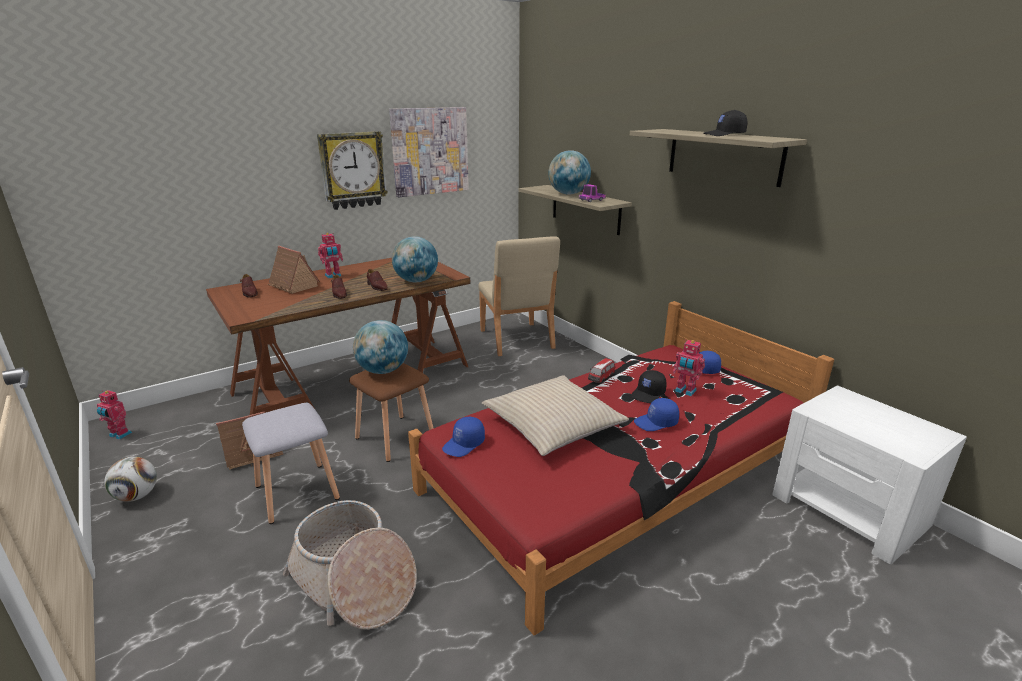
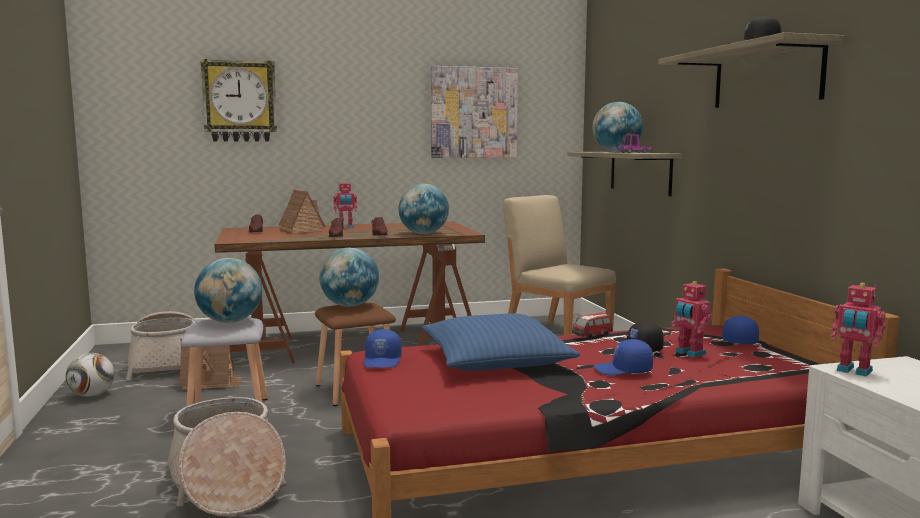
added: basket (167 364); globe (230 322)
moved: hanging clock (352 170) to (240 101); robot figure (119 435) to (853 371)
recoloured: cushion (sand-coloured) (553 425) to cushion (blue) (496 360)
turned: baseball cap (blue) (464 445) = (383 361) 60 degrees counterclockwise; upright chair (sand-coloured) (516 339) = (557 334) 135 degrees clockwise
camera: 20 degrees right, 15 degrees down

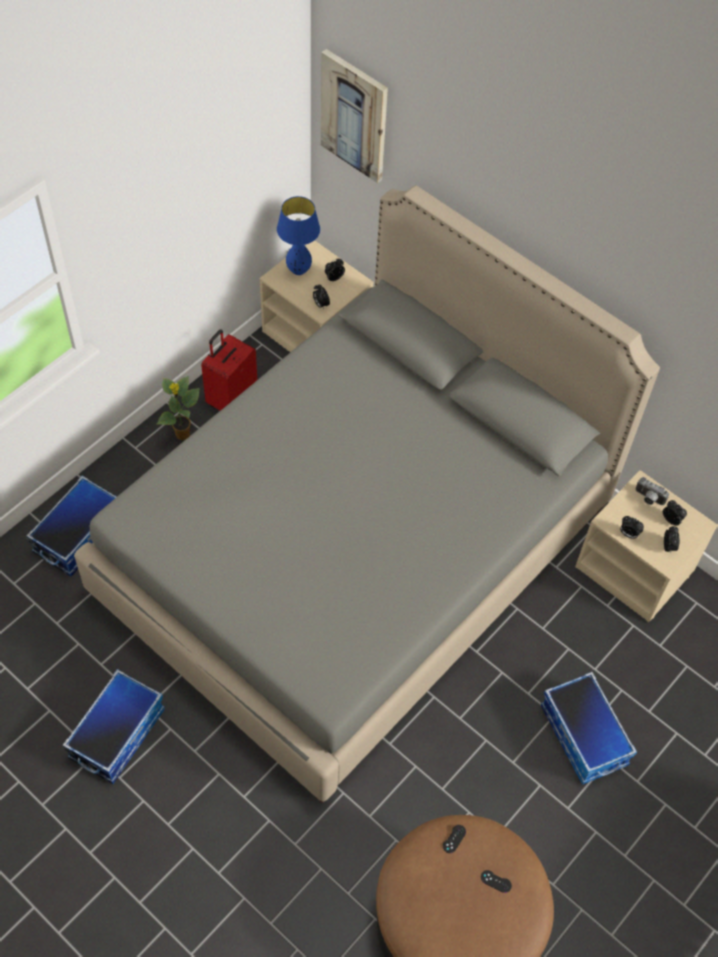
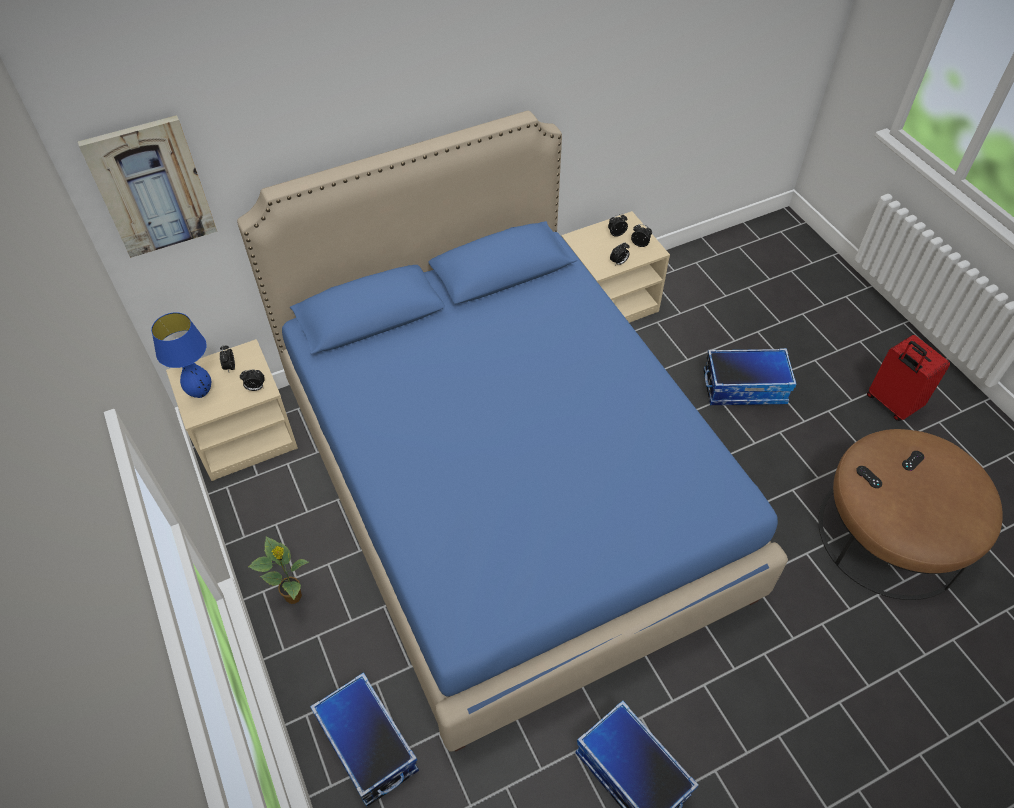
removed: photo camera (648 498)
moved: travel case (reddish) (231 399) to (891 403)
recoloured: sleeping bed (grey) (355 551) to sleeping bed (blue) (506 487)
camera: 65 degrees left, 5 degrees down

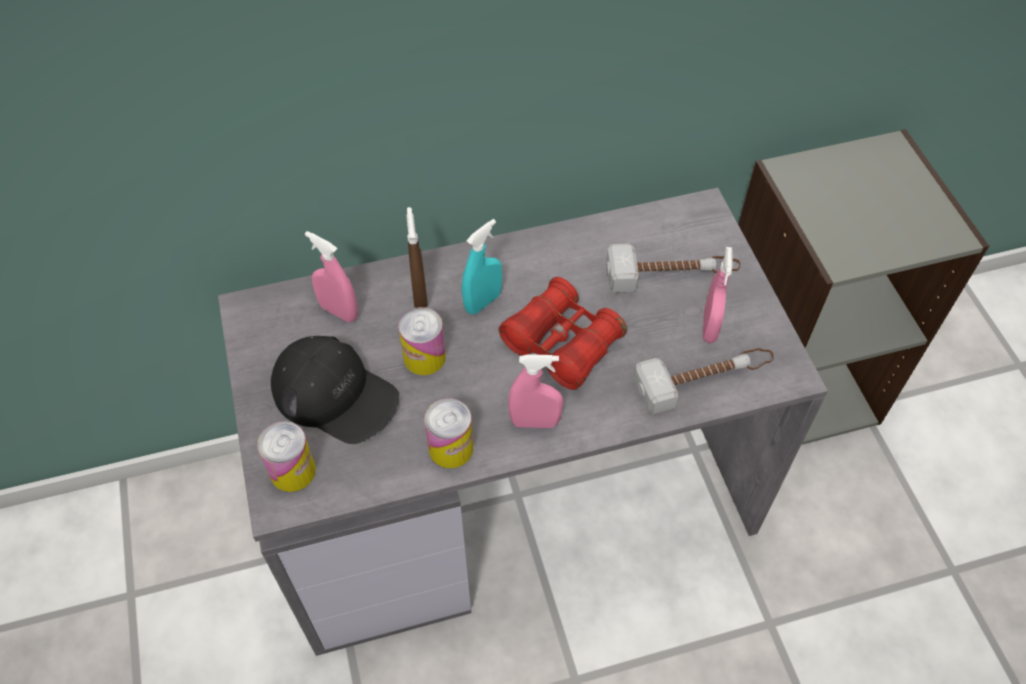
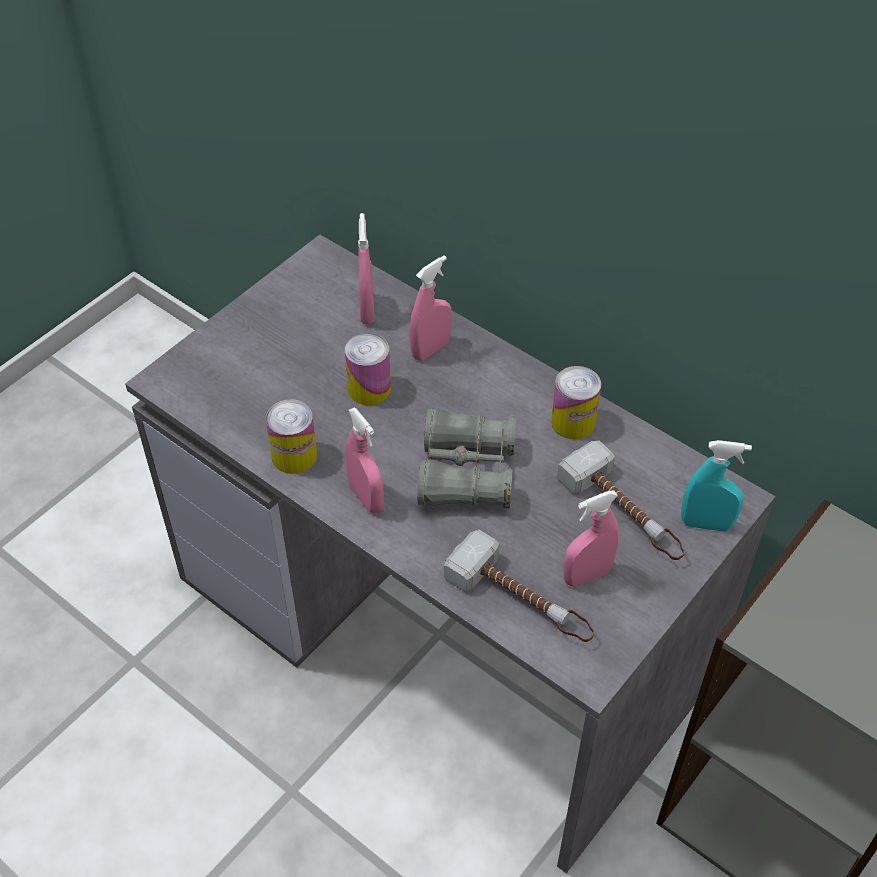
removed: baseball cap (blackish) (335 394)
moved: sealed can (293 471) to (573 422); sprayer (turquoise) (483 302) to (706 524)
recoloured: sprayer (brown) (419 294) to sprayer (pink) (430 349); binoculars (reddish) (562 343) to binoculars (grey) (466 472)
camera: 55 degrees right, 5 degrees down

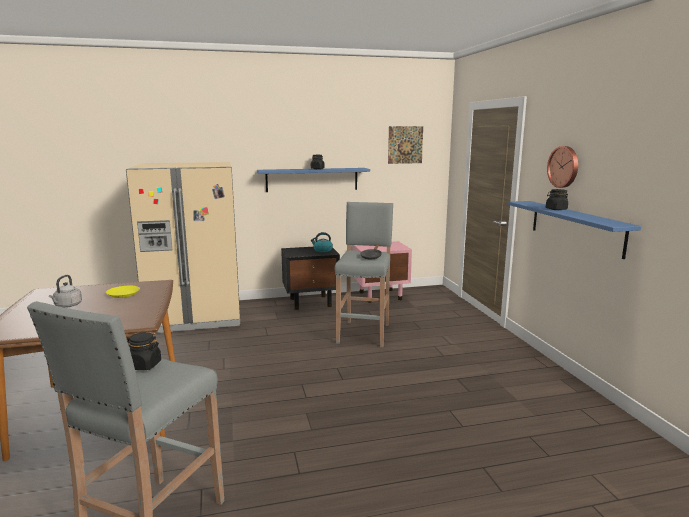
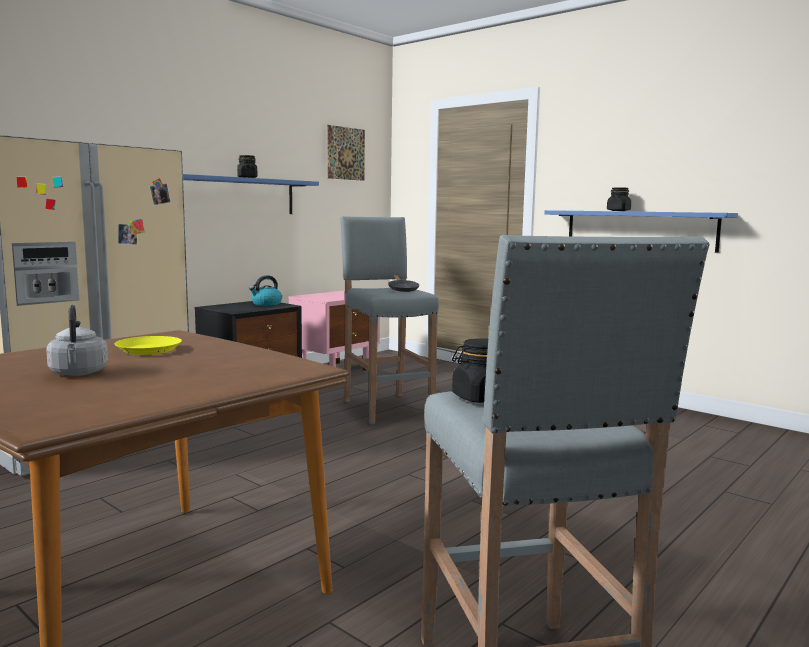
removed: hanging clock (564 167)
camera: 35 degrees left, 5 degrees down

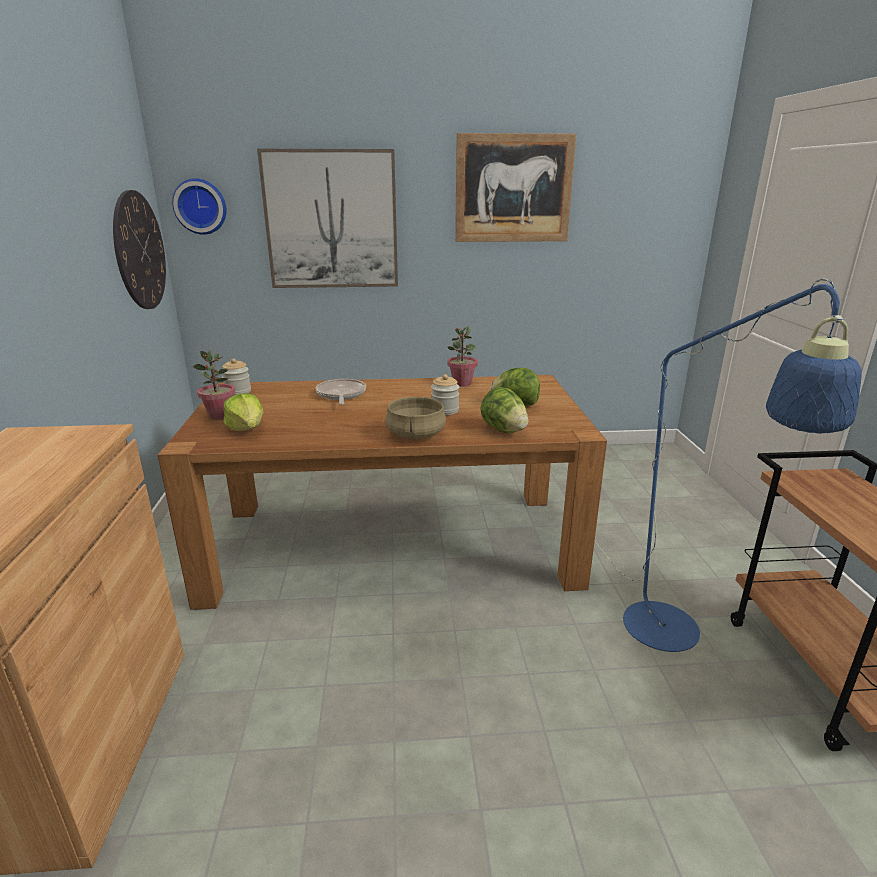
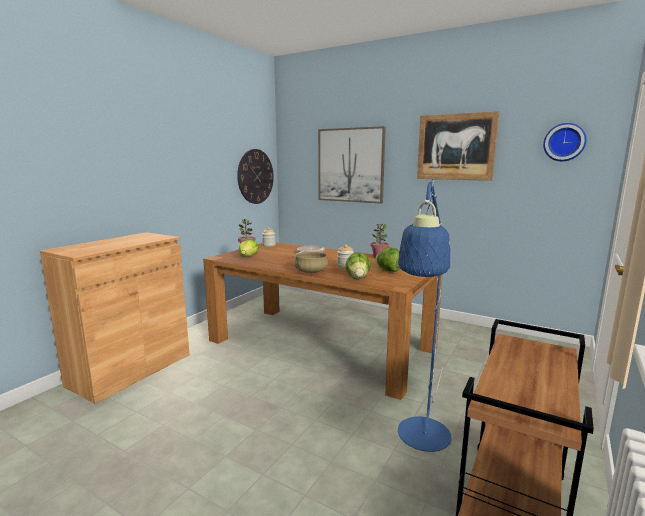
moved: hanging clock (201 206) to (564 142)
camera: 35 degrees right, 10 degrees down

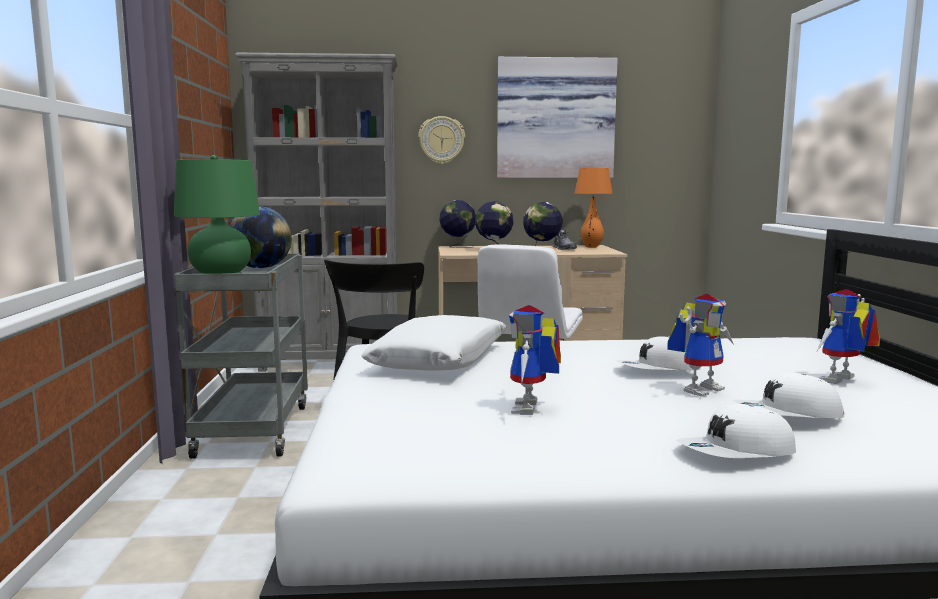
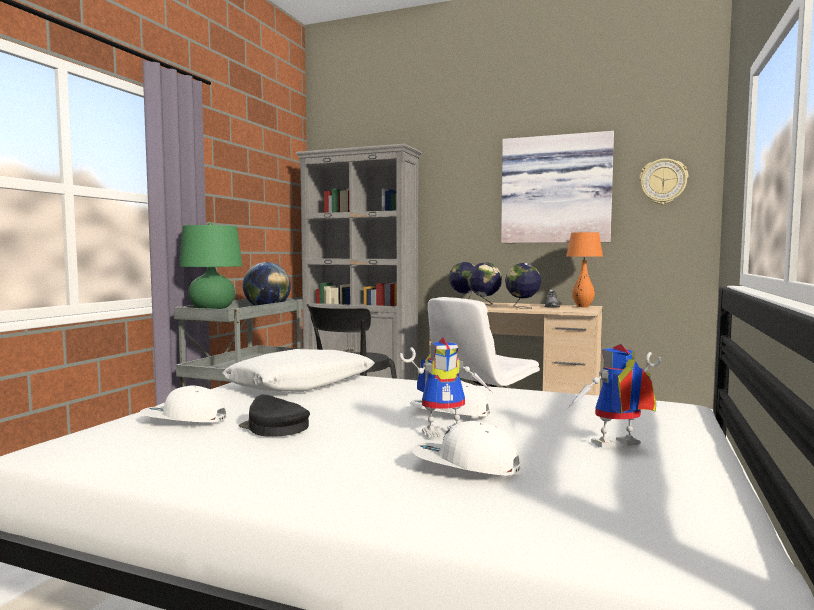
moved: baseball cap (whitish) (736 453) to (184 419); hanging clock (441 140) to (663 181)
replaced: robot figure (532 409) to baseball cap (blackish) (274 427)
camera: 25 degrees right, 5 degrees down

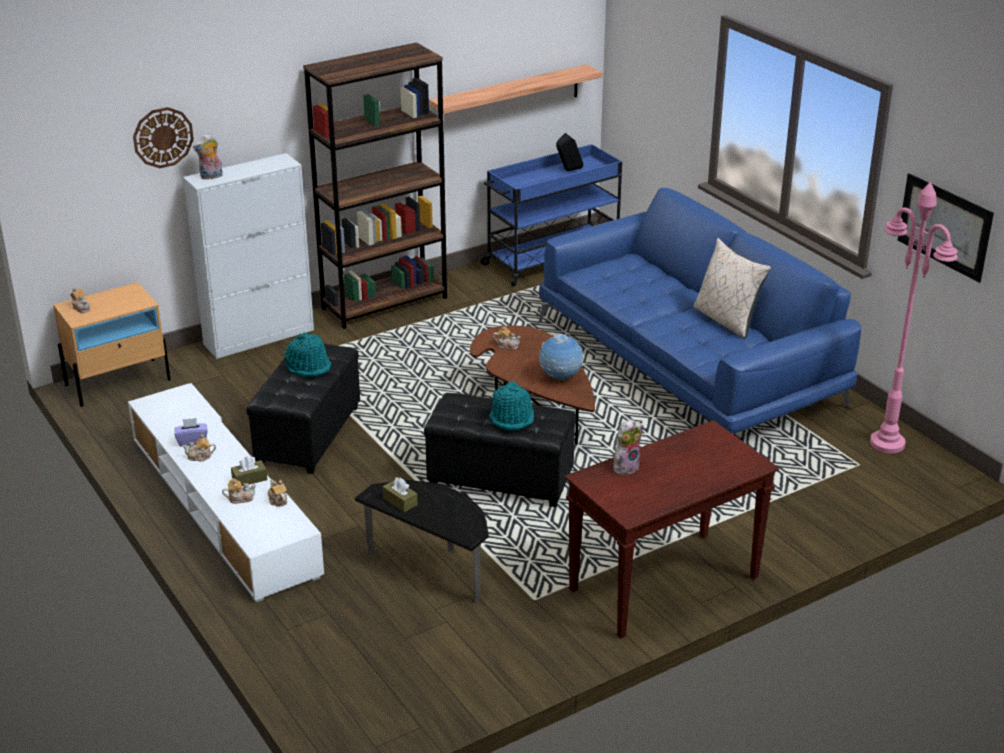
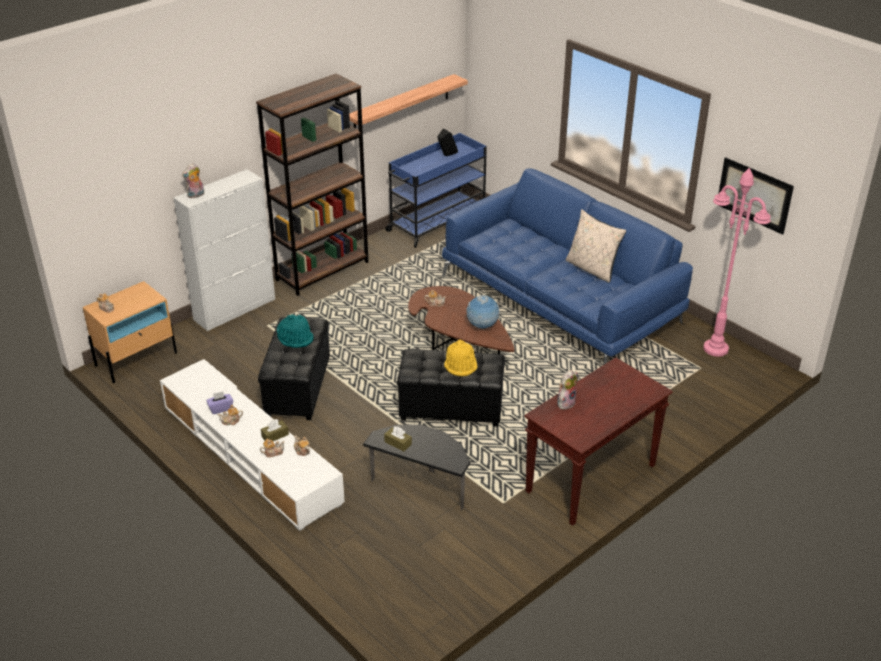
removed: hanging clock (163 137)
recoloured: hat (turquoise) (512 418) to hat (yellow-coloured) (461 365)
camera: 10 degrees left, 5 degrees up

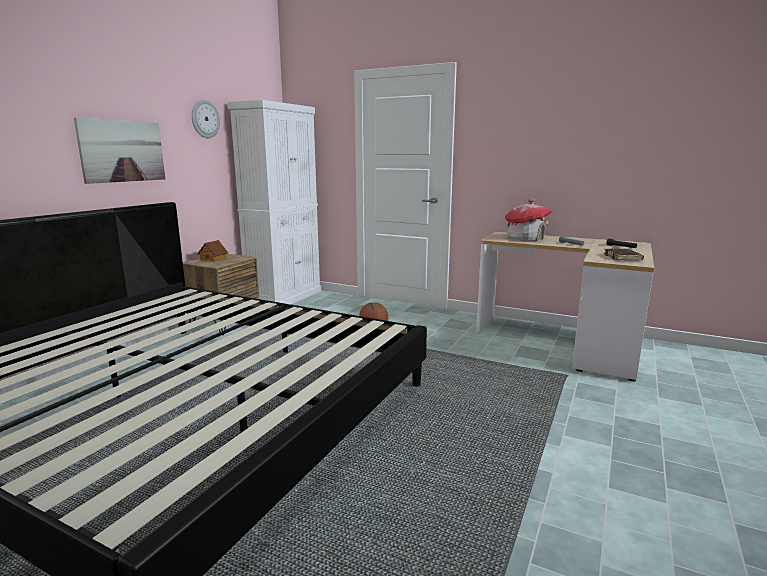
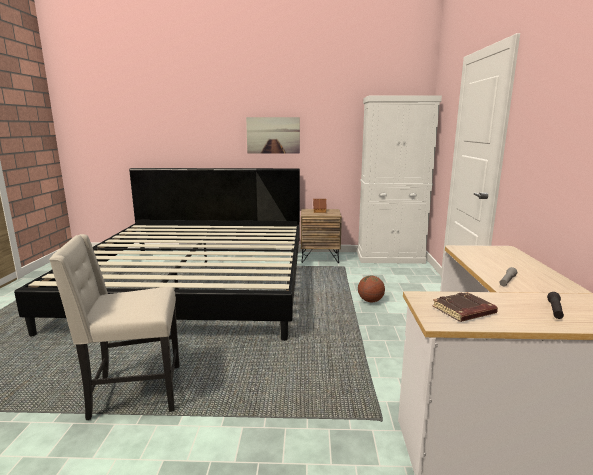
removed: hanging clock (205 119); model house (525 238)
added: upright chair (sand-coloured) (134 392)
camera: 65 degrees right, 0 degrees up

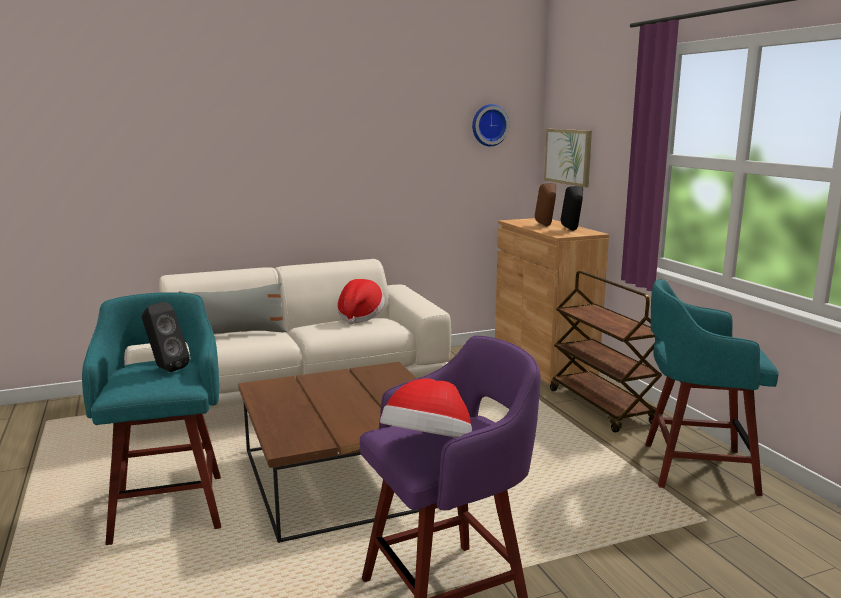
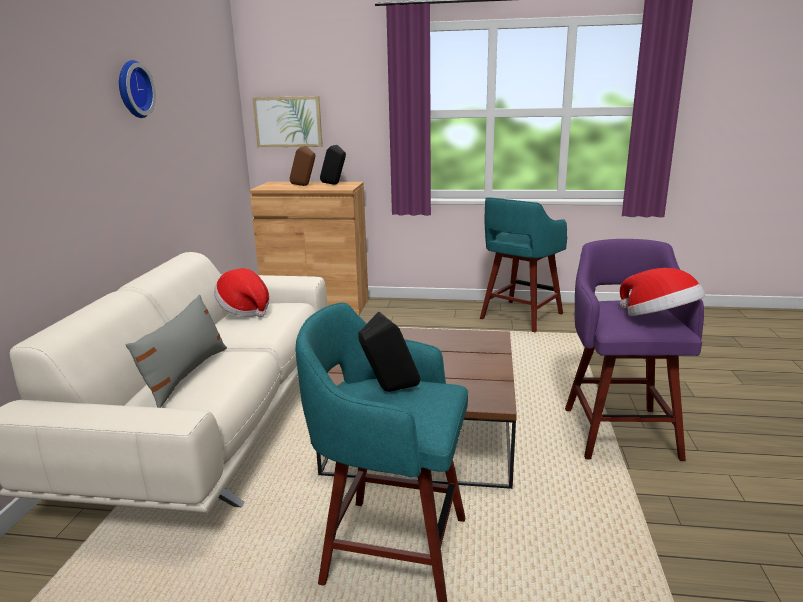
removed: trolley (brown) (602 407)
moved: hanging clock (489 125) to (132 89)
camera: 60 degrees left, 5 degrees up

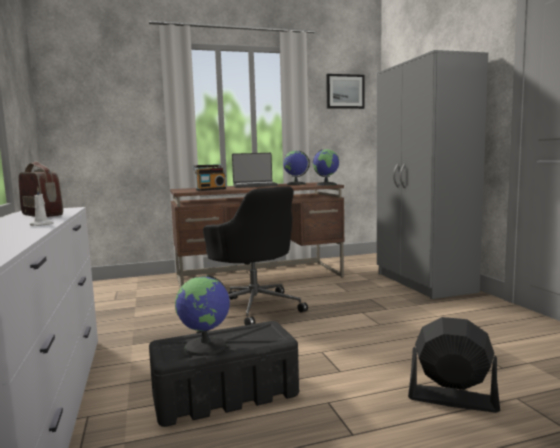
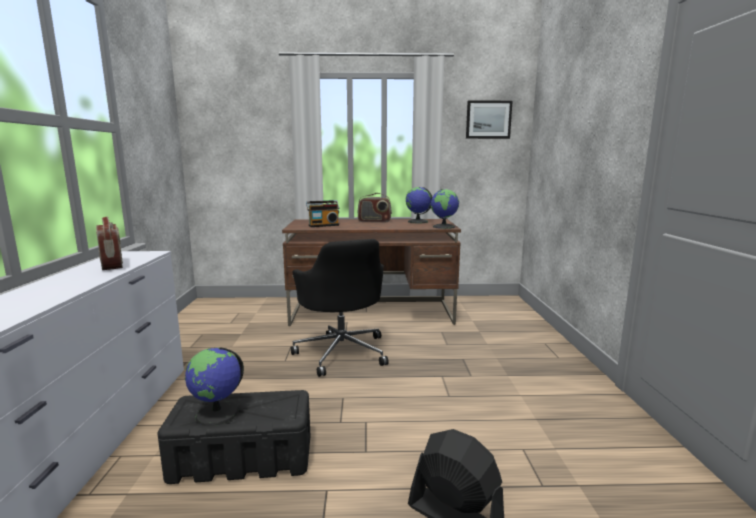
removed: wax light (whitish) (42 225); clothes cupboard (grey) (424 283)
replaced: laptop (254 186) to radio (374 221)
camera: 15 degrees right, 5 degrees up

